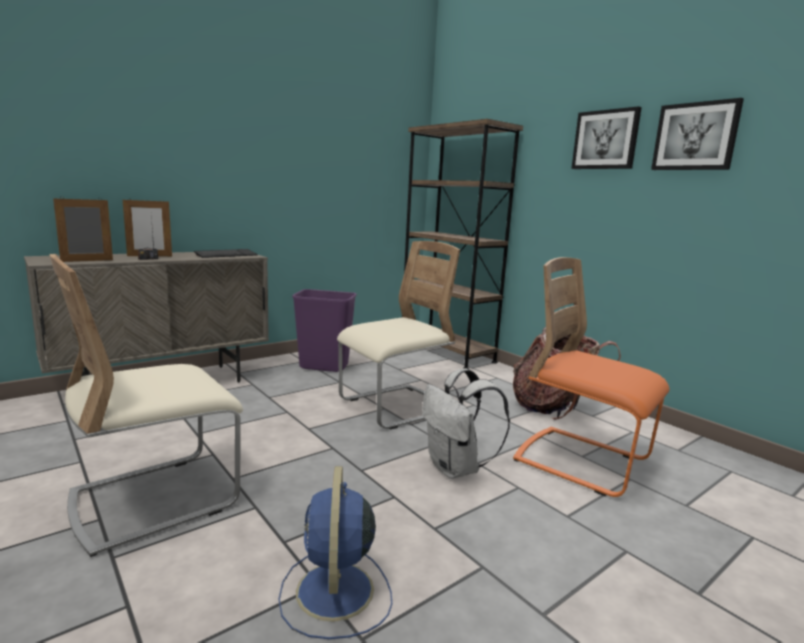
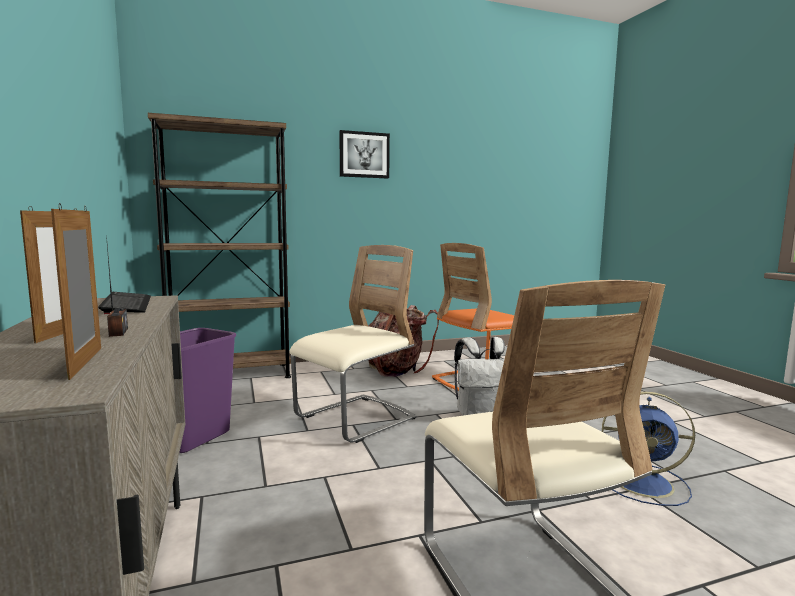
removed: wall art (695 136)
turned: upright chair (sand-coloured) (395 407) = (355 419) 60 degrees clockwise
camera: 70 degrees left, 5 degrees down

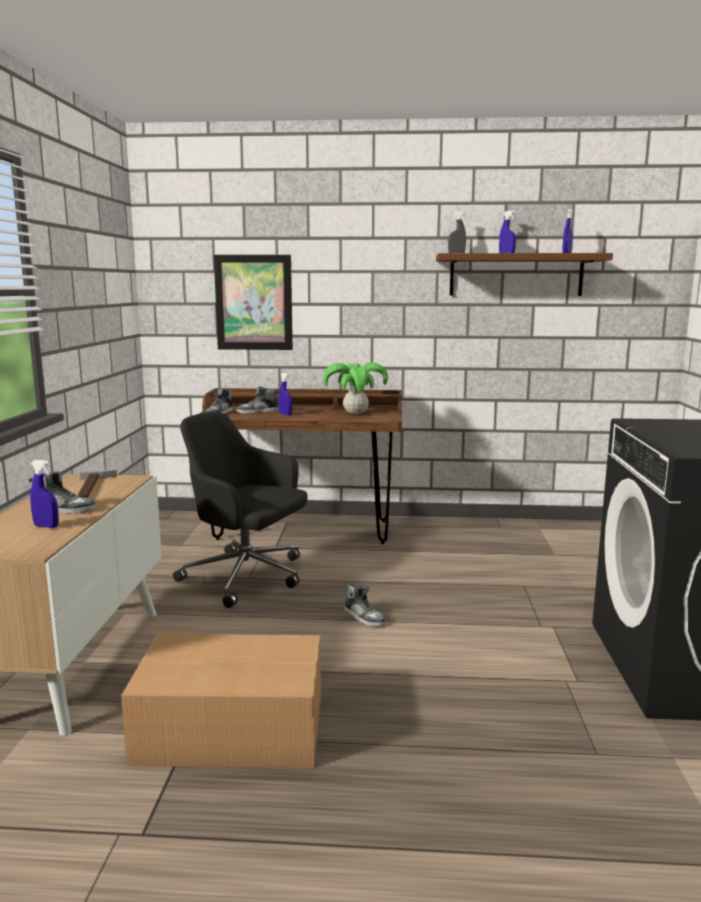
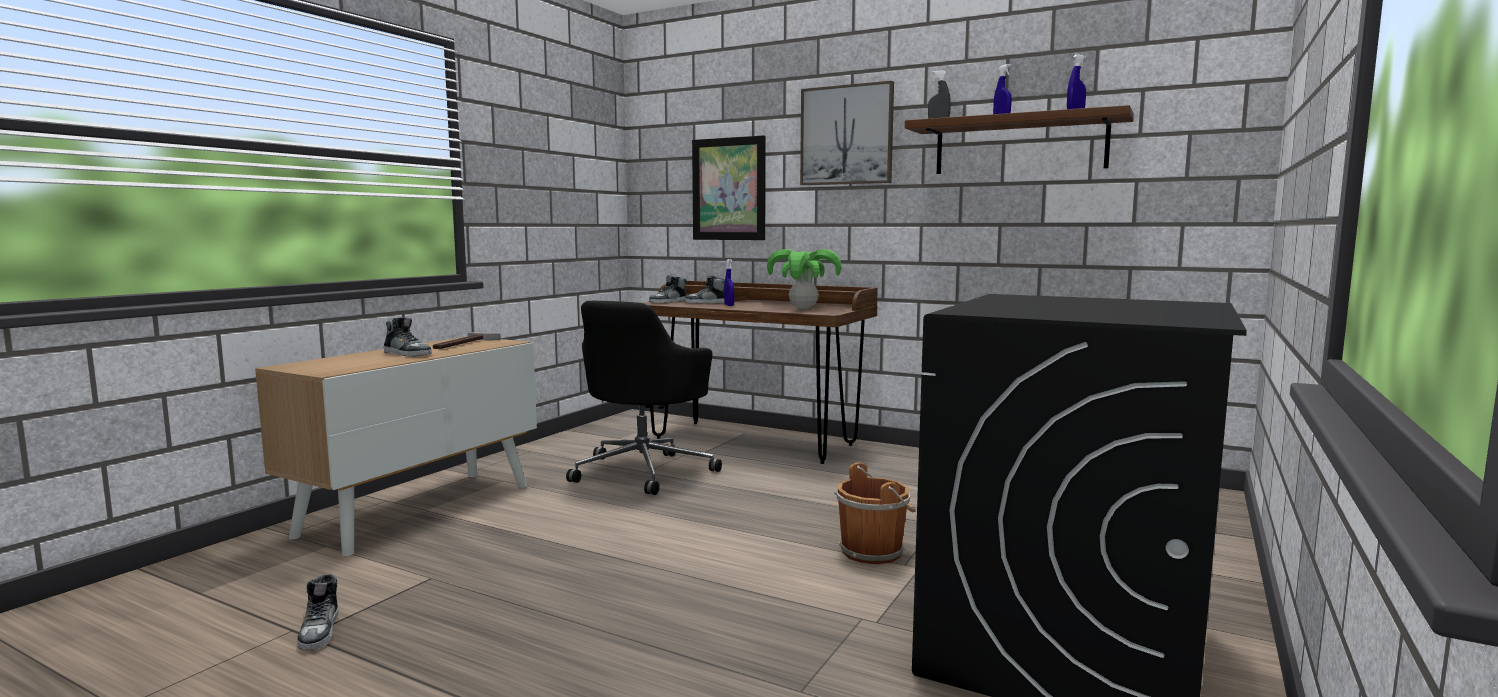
removed: sprayer (blue) (46 526); cardboard box (234 729)
added: wall art (846 135); bucket (brown) (874 551)
moved: shoe (364 617) to (320 631)
turned: computer chair (blackish) (247 576) = (645 471) 120 degrees counterclockwise
camera: 25 degrees right, 5 degrees down

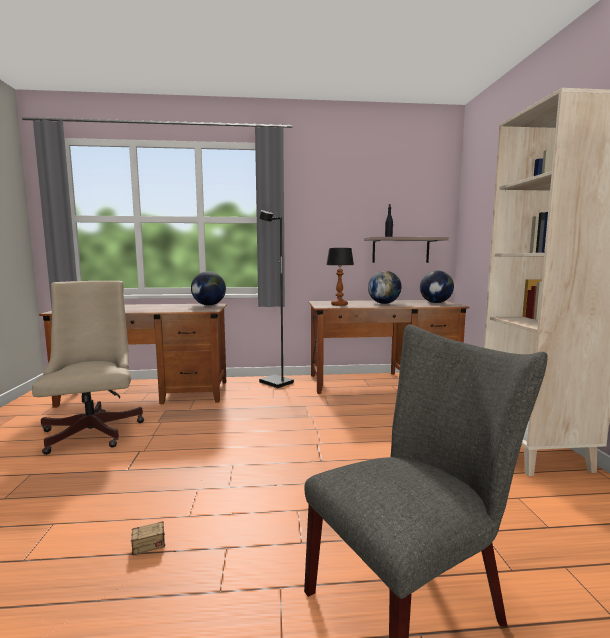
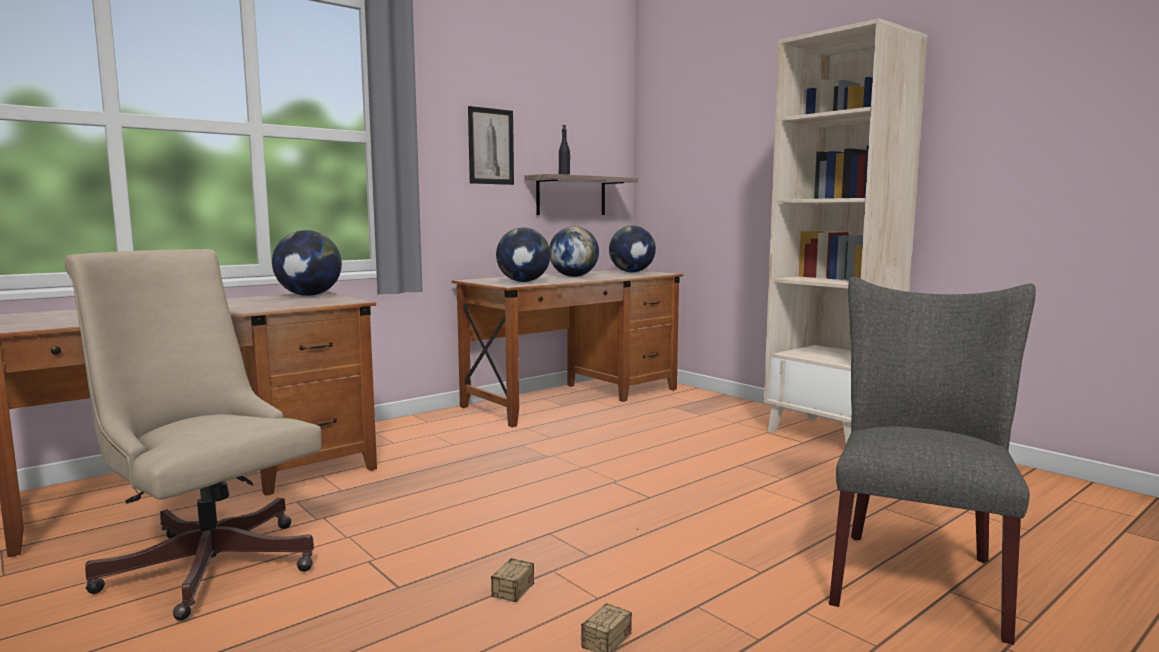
removed: standard lamp (blackish) (275 383)
added: wall art (491 146); storage container (500 605)
replaced: lamp for a table (339 305) to globe (523 281)
camera: 35 degrees left, 0 degrees up

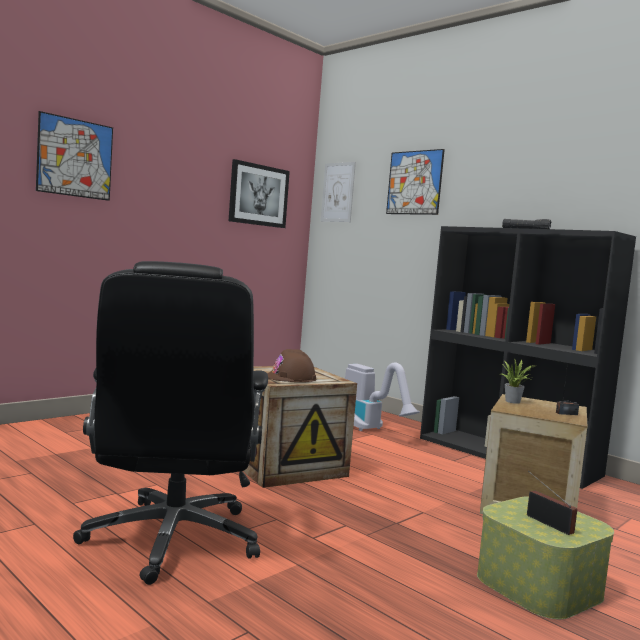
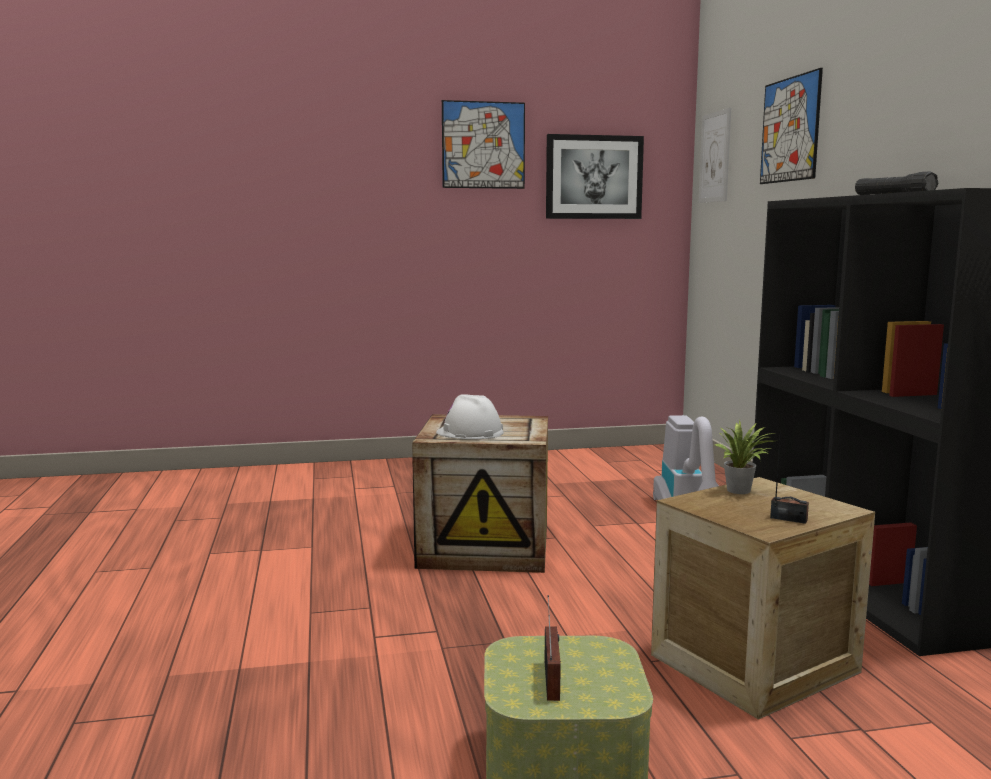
removed: computer chair (blackish) (172 540)
moved: wall art (75 158) to (483 145)
recoloured: safety helmet (brown) (291 378) to safety helmet (whitish) (470 432)
camera: 35 degrees right, 5 degrees up

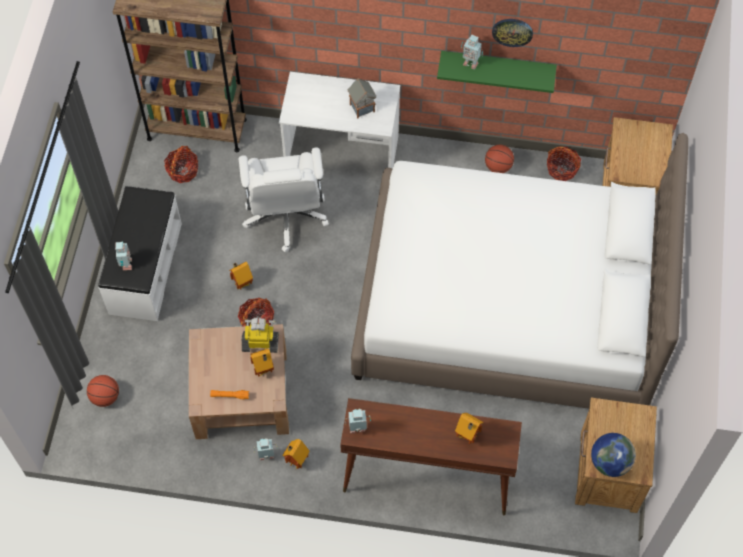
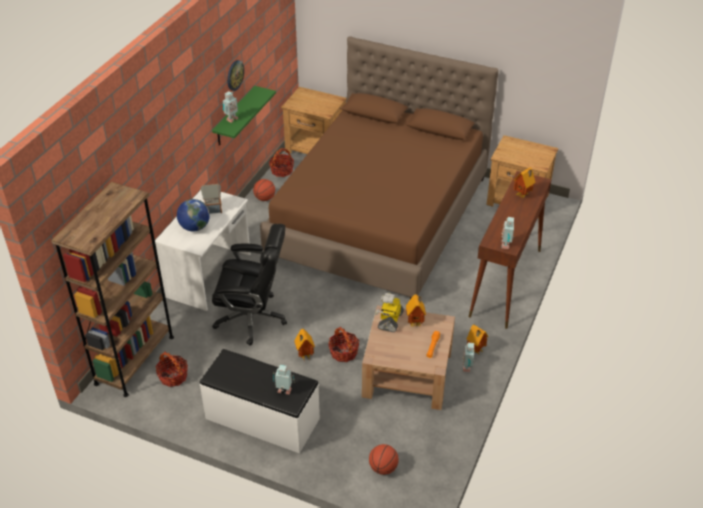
moved: globe (610 462) to (194 227)
recoloured: computer chair (whitish) (286 216) to computer chair (blackish) (252 318); sleeping bed (whitish) (508 305) to sleeping bed (brown) (380 217)
camera: 75 degrees left, 20 degrees down

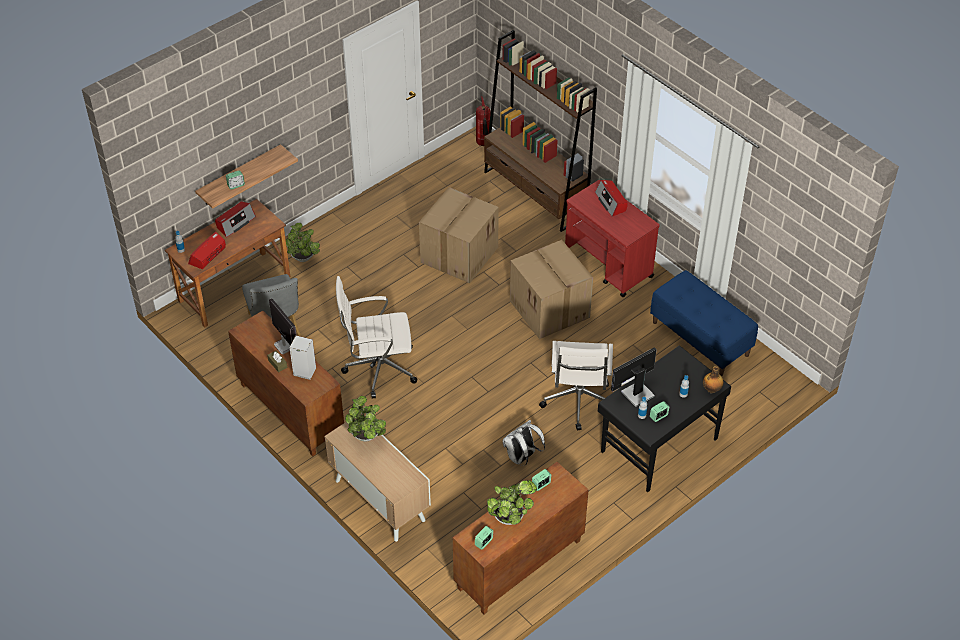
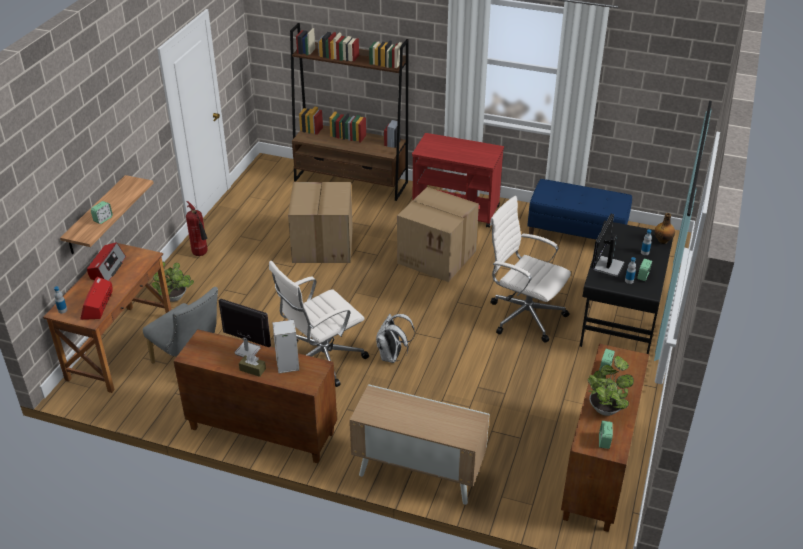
removed: potted plant (366 437); radio (611 202)
moved: fire-fighting cylinder (483 144) to (201 254); backpack (whitish) (522 457) to (392 356)
turned: computer chair (whitish) (578 401) = (524 315) 150 degrees clockwise
camera: 30 degrees left, 10 degrees down

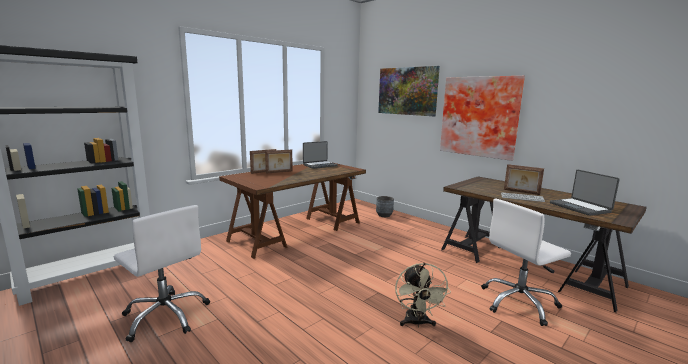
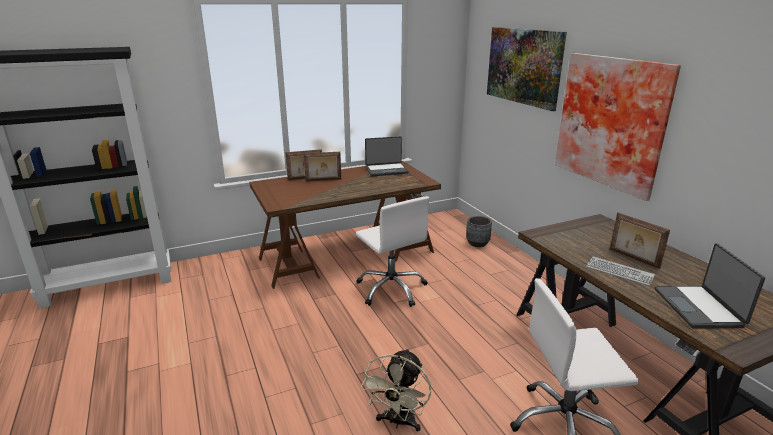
moved: computer chair (whitish) (166 316) to (391 289)
camera: 20 degrees right, 10 degrees up

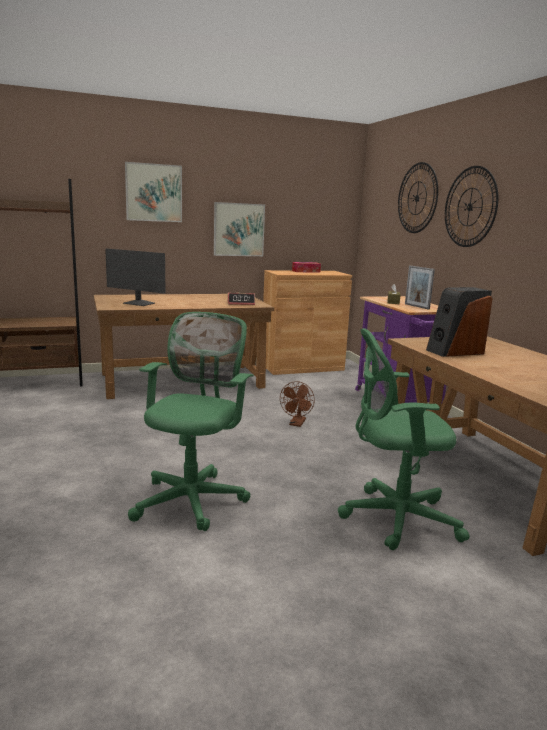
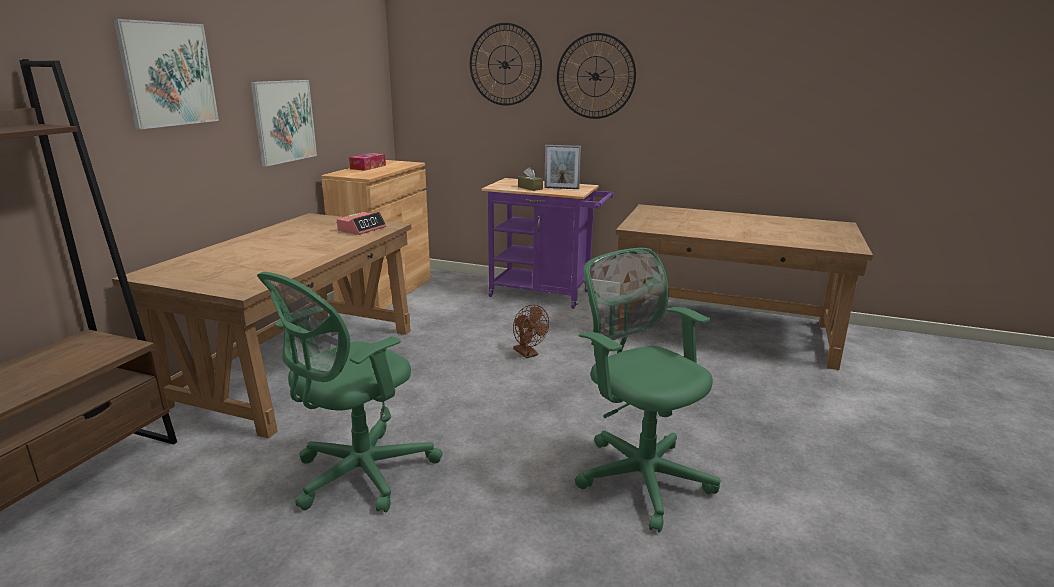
removed: computer display (138 303); audio speaker (454 351)
moved: computer chair (green) (394 518) to (358 475)
camera: 50 degrees left, 5 degrees up

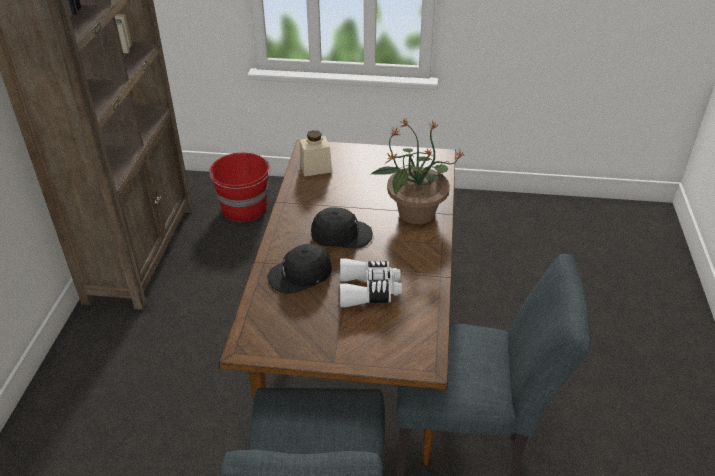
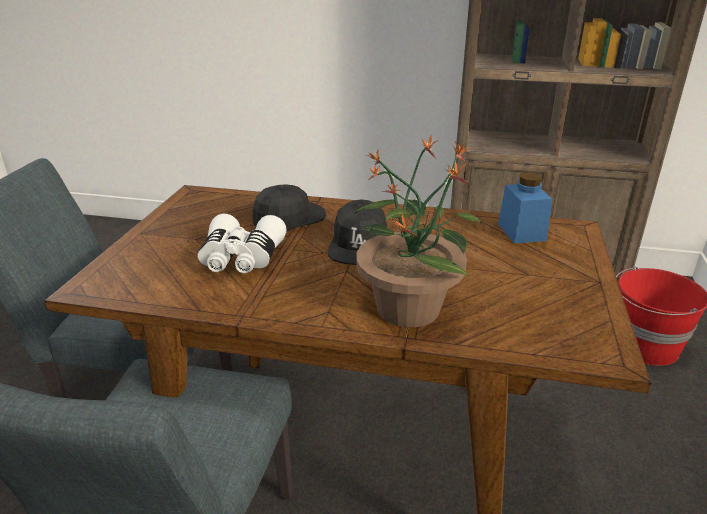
recoloured: jar (sand-coloured) (315 168) to jar (blue) (521 232)
turned: baseball cap (blackish) (300 275) = (288 219) 60 degrees clockwise
camera: 95 degrees right, 10 degrees down

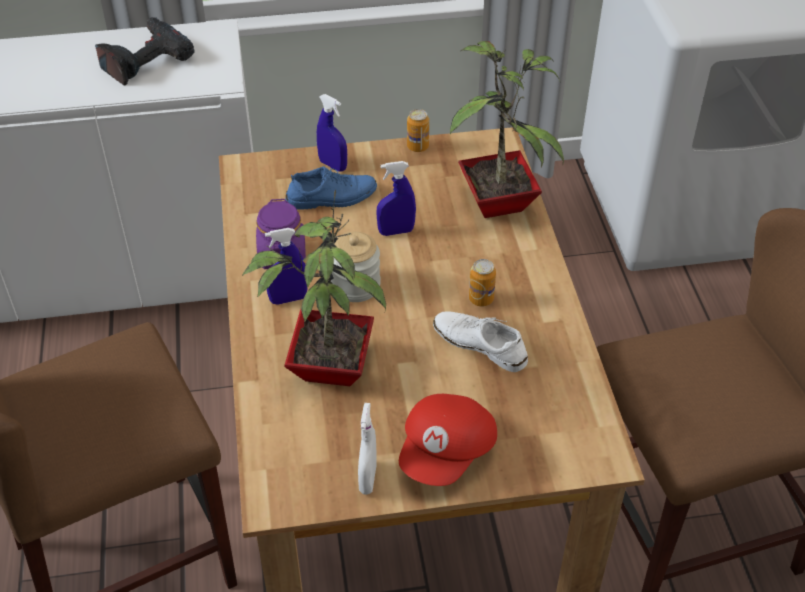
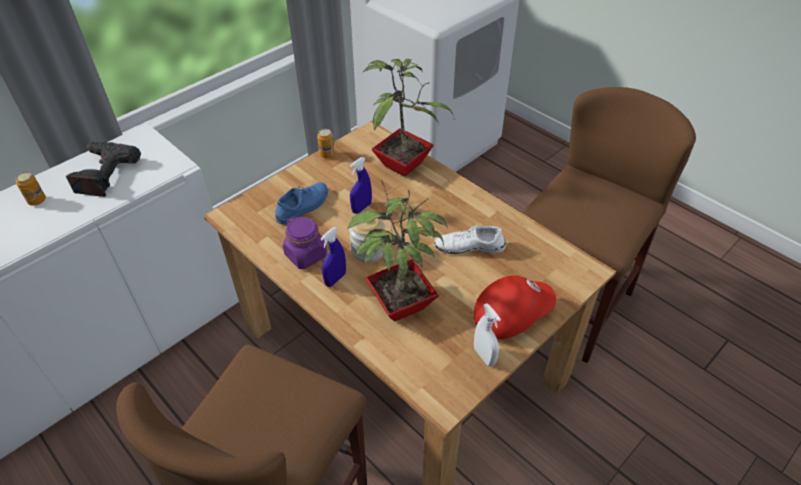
removed: sprayer (blue) (333 165)
moved: sealed can (481 299) to (37 201)
turned: baseball cap (reddish) (447 452) = (511 315) 105 degrees counterclockwise
camera: 35 degrees left, 0 degrees up

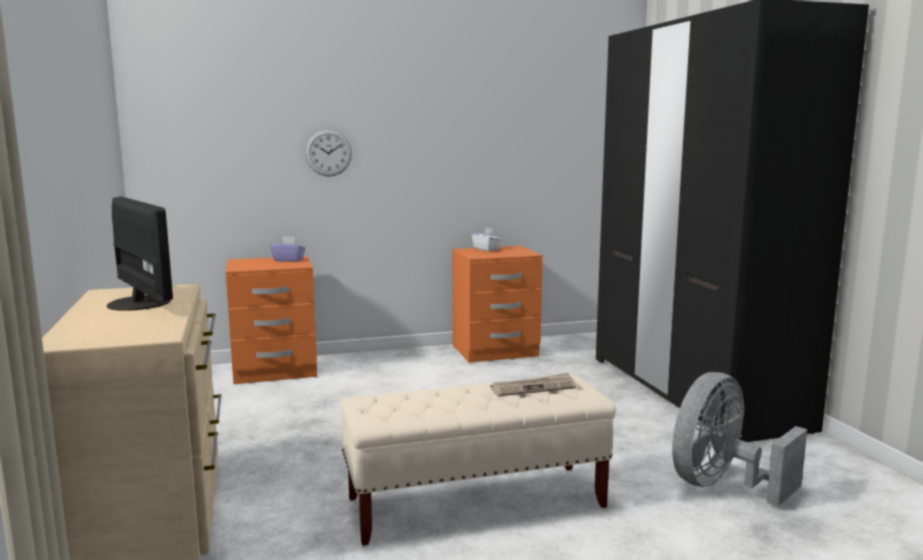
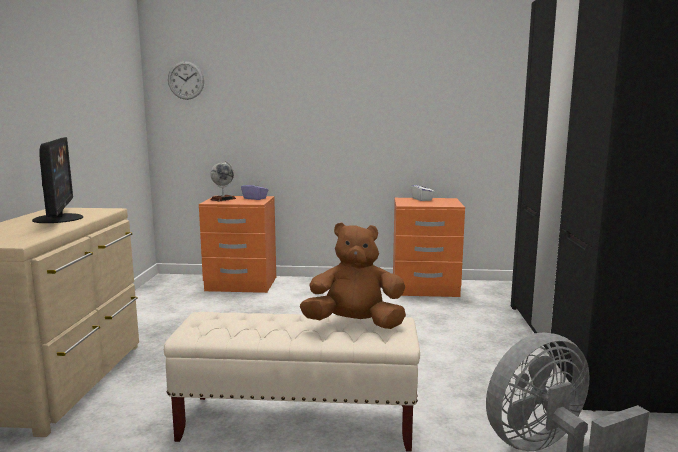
added: globe (223 199)
moved: hanging clock (328 153) to (186 80)
replaced: daily paper (533 388) to cuddly toy (brown) (355 324)
camera: 20 degrees right, 0 degrees up

